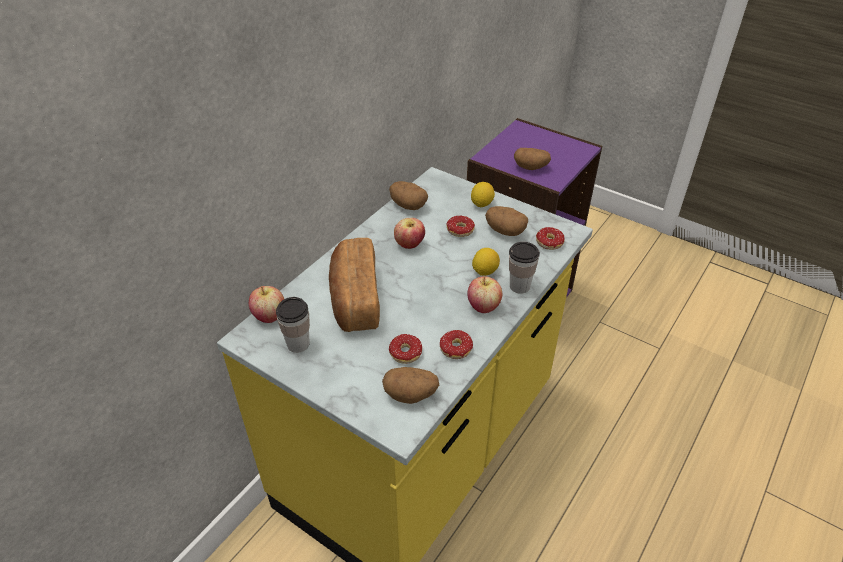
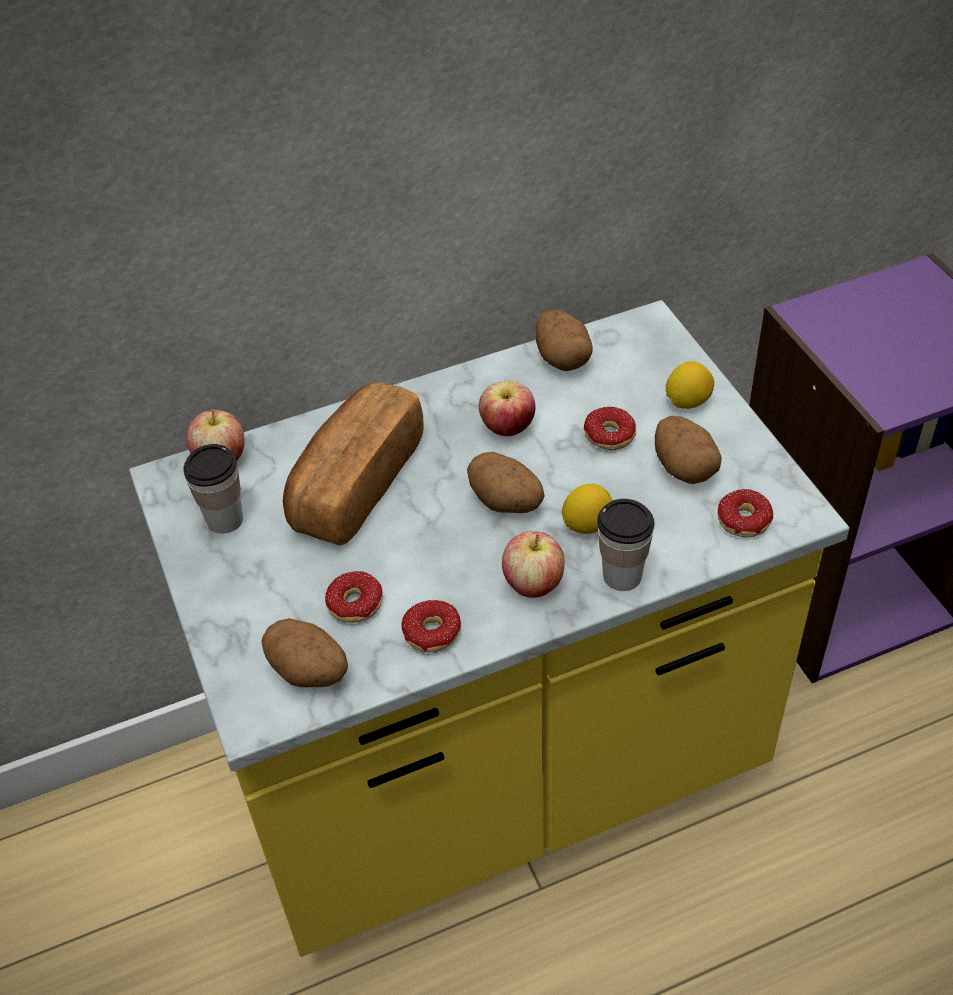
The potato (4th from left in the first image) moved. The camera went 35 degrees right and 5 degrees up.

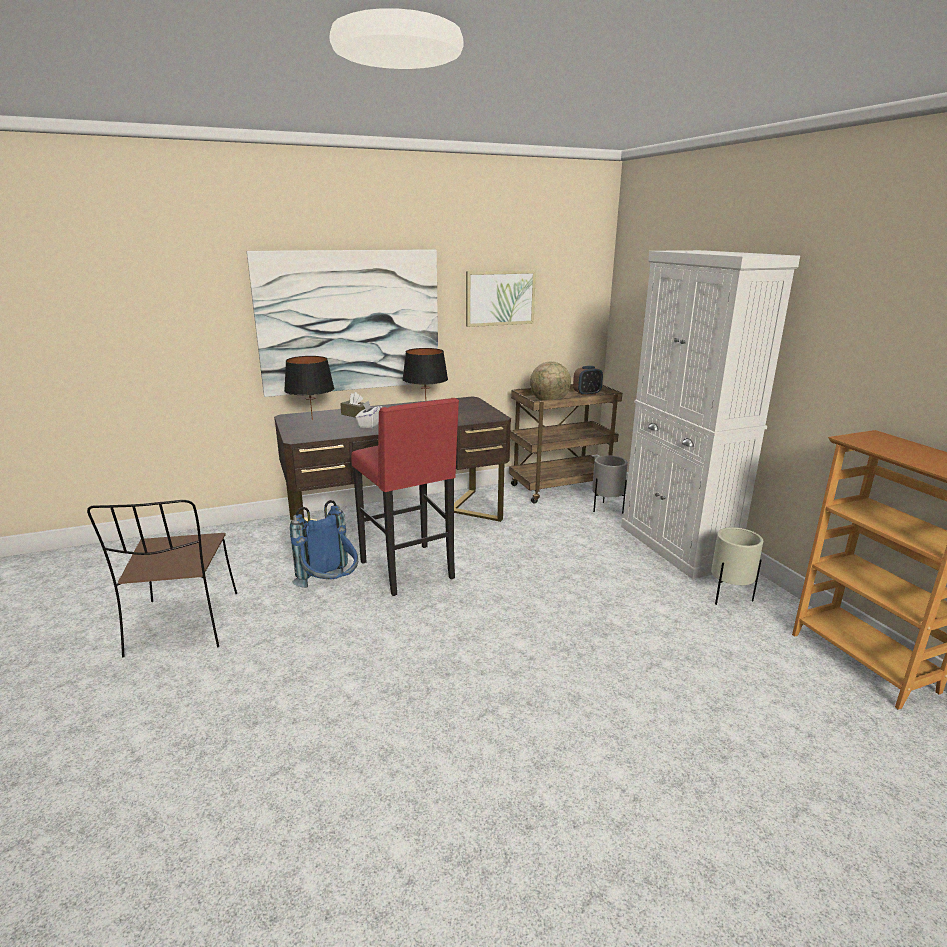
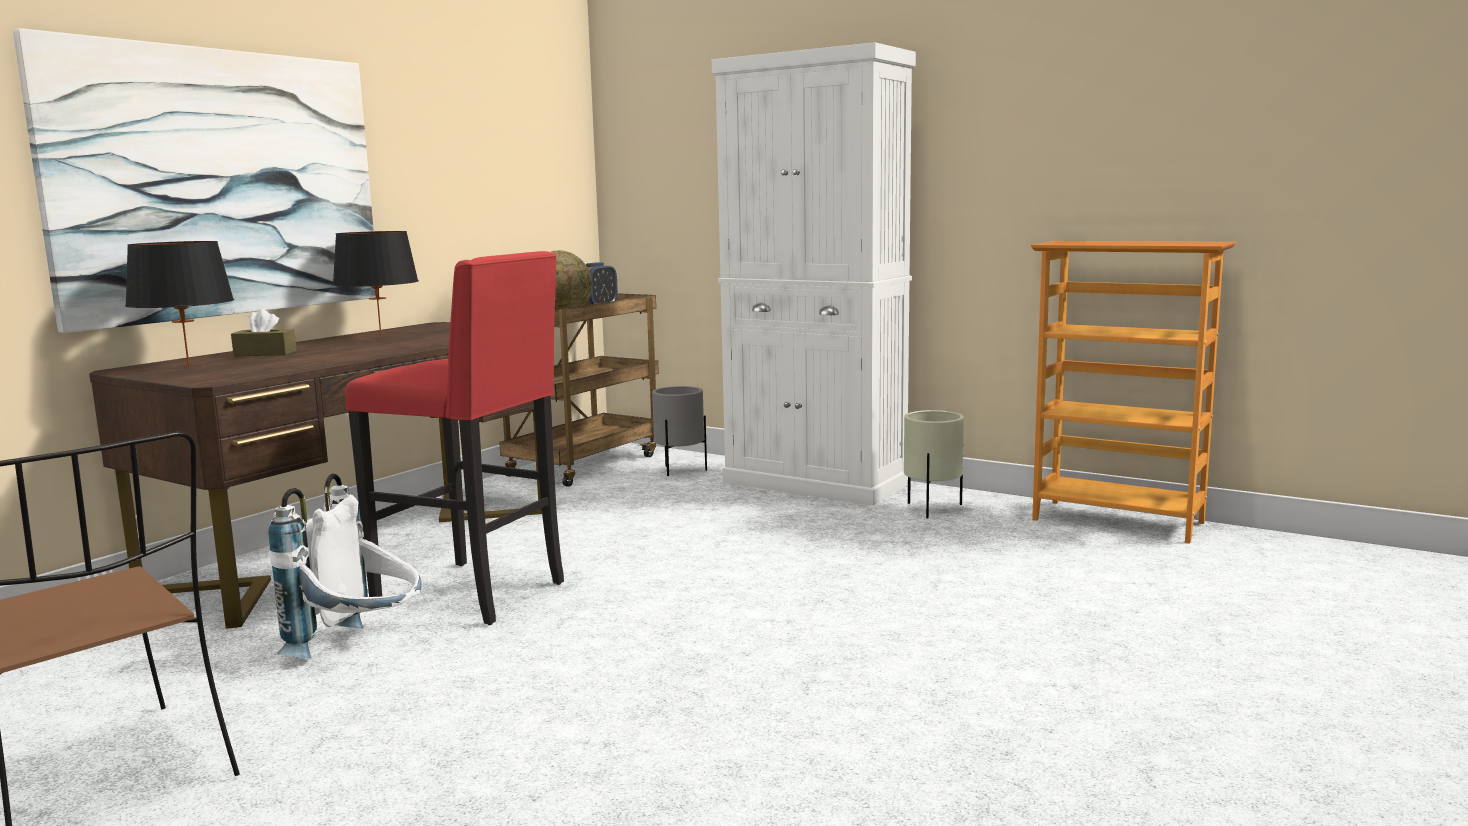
The backpack/blue became the backpack/white. The tissue box/white disappeared. The picture (2nd from left) disappeared. The camera went 35 degrees left and 10 degrees down.

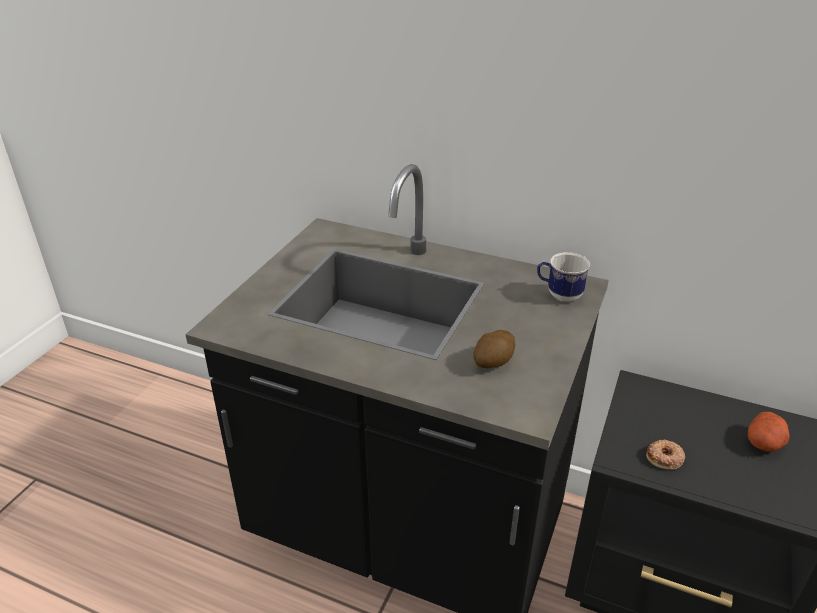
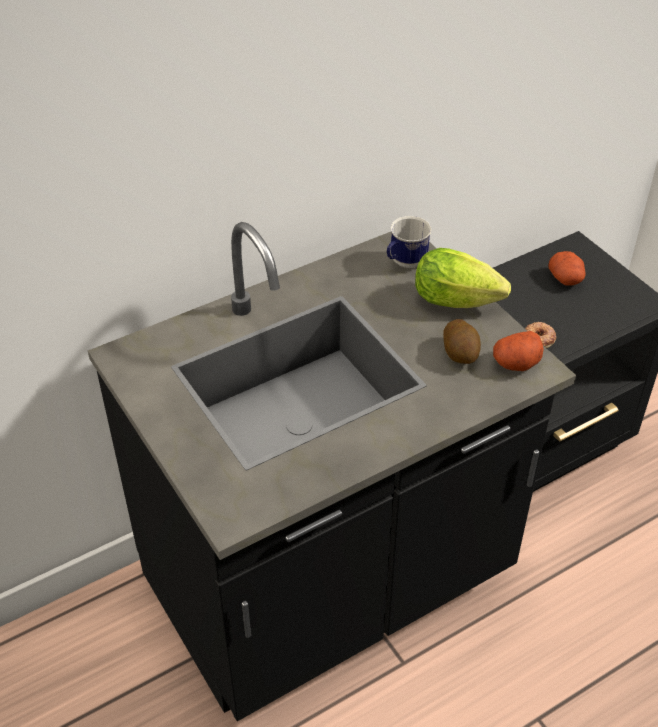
The lettuce appeared. The potato (2nd from left) appeared. The camera went 55 degrees left and 10 degrees up.

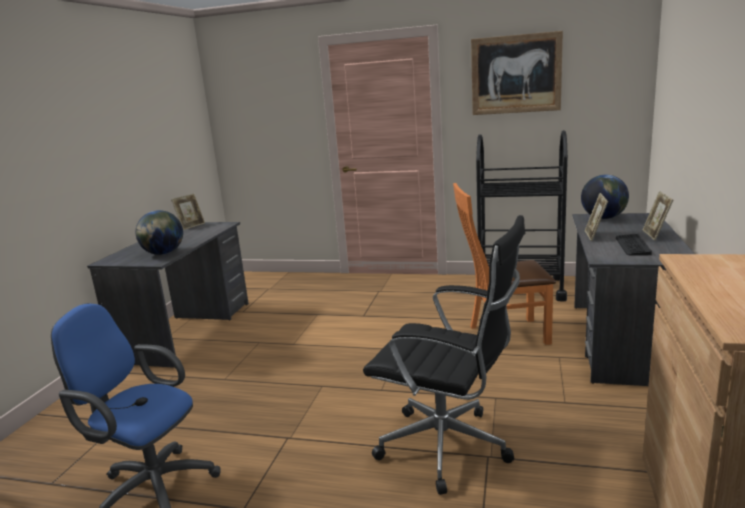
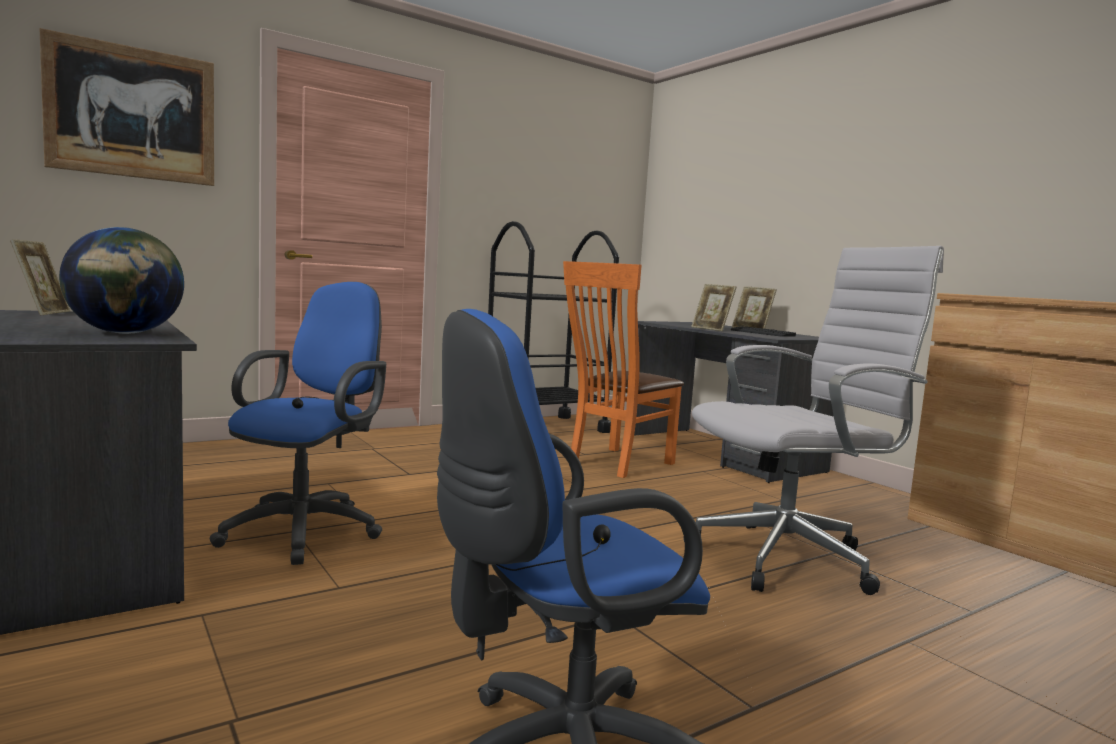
The office chair/black became the office chair/white. The picture moved. The globe (2nd from left) disappeared. The office chair/blue (1st from left) appeared. The camera went 50 degrees left and 10 degrees down.

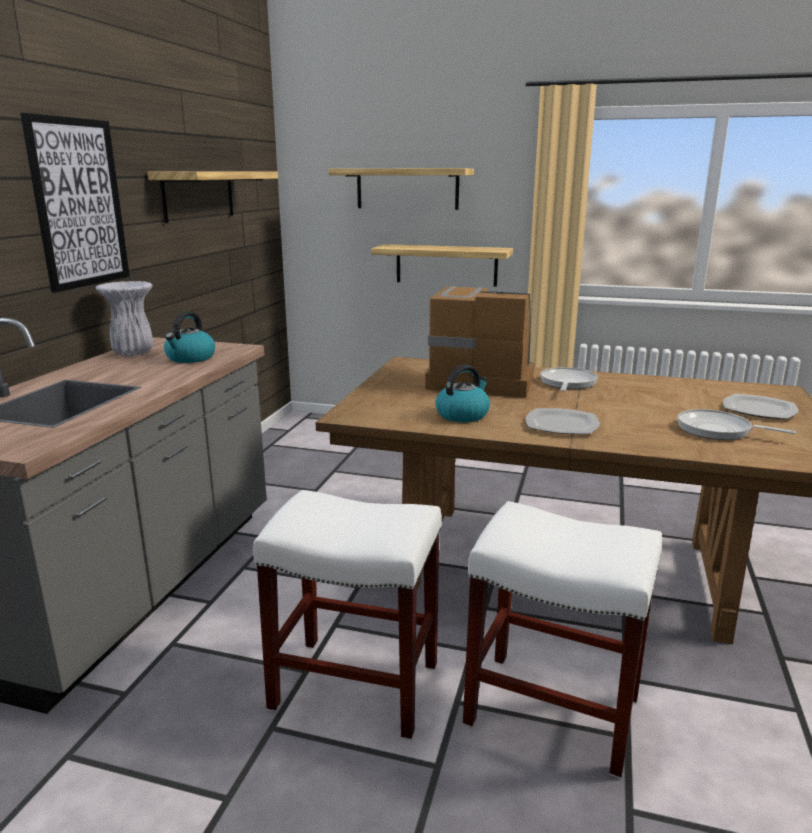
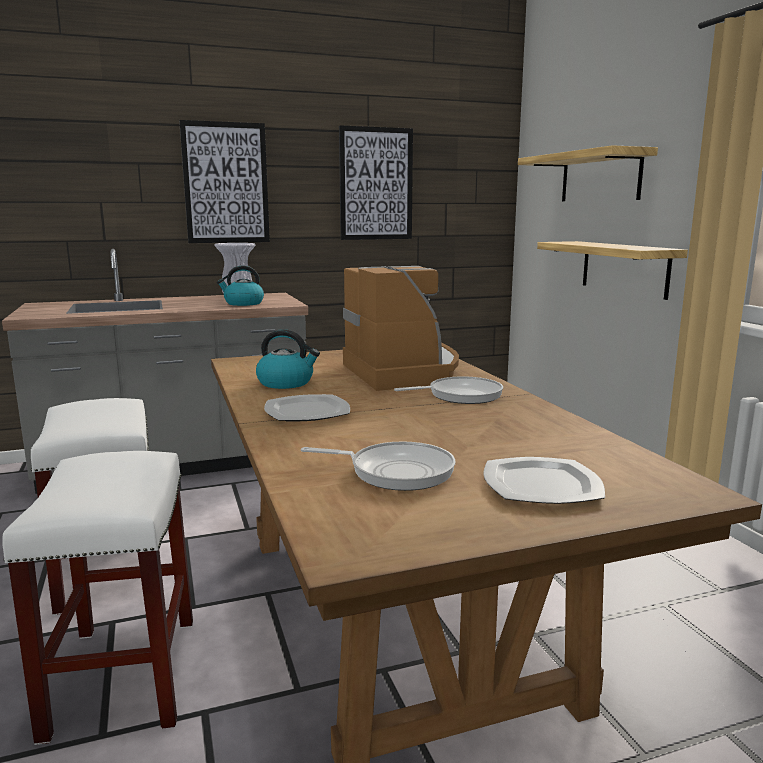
The shelf (1st from left) was replaced by the picture (2nd from left). The frying pan (2nd from left in the first image) turned 105 degrees clockwise. The camera went 55 degrees right and 5 degrees down.

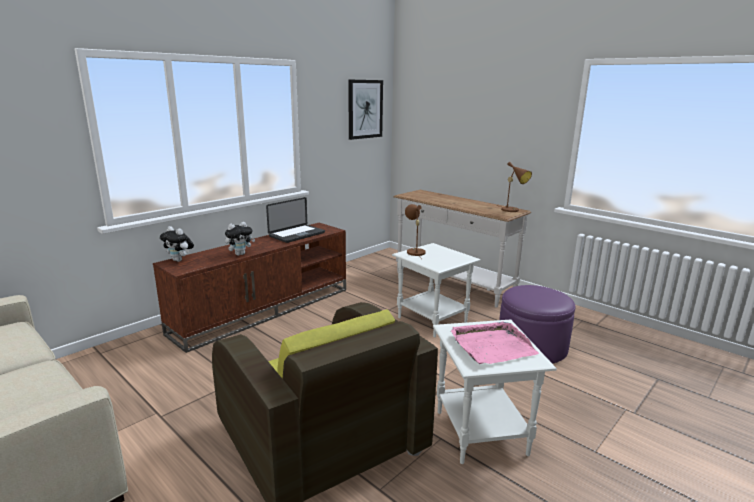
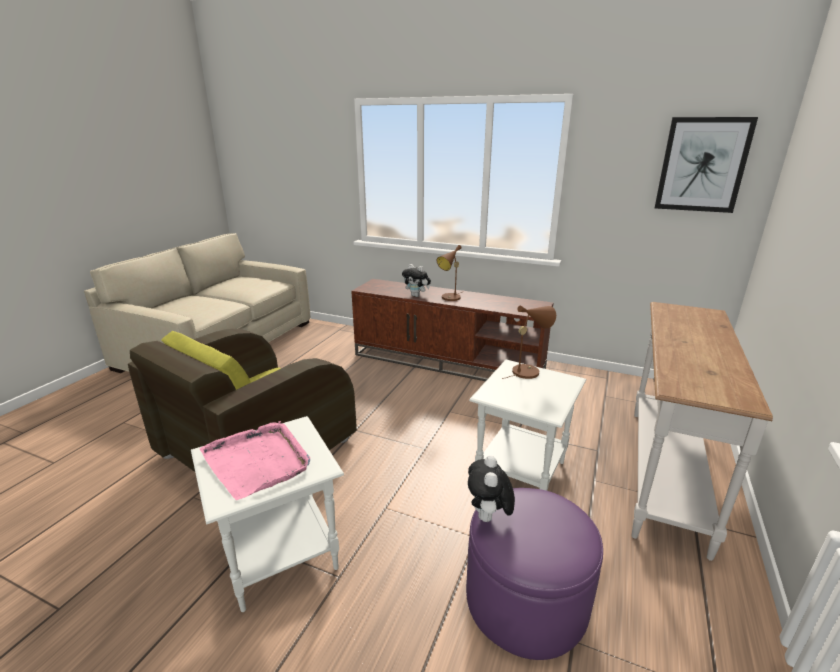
The plush toy (1st from left in the first image) moved. The laptop disappeared. The table lamp/brown (2nd from left in the first image) moved. The camera went 70 degrees right and 5 degrees up.

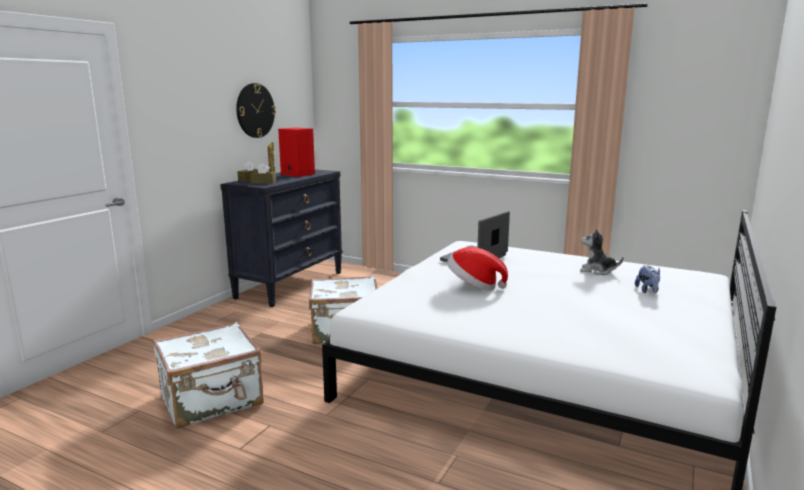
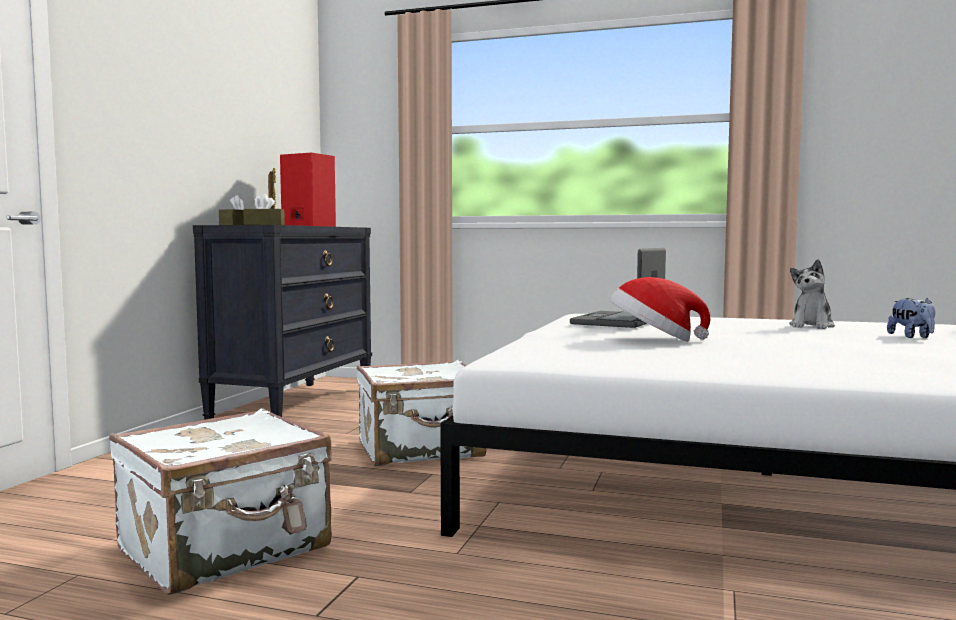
The wall clock disappeared. The plush toy (1st from left) turned 75 degrees counterclockwise. The camera went 10 degrees left and 10 degrees down.

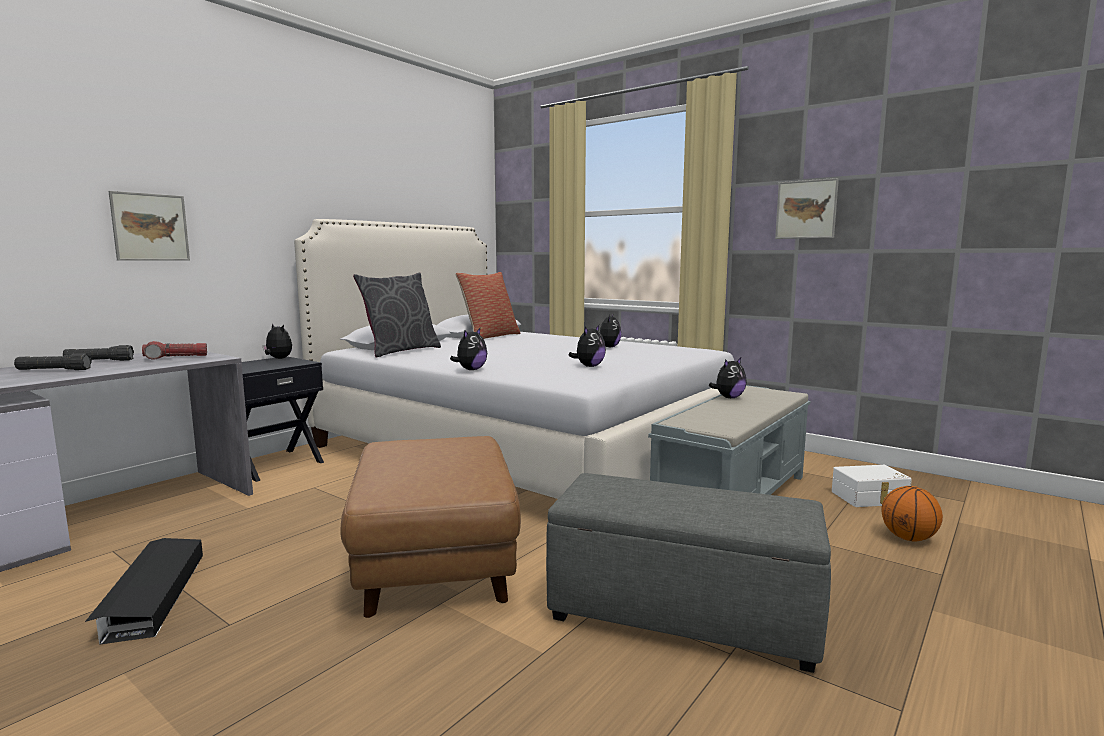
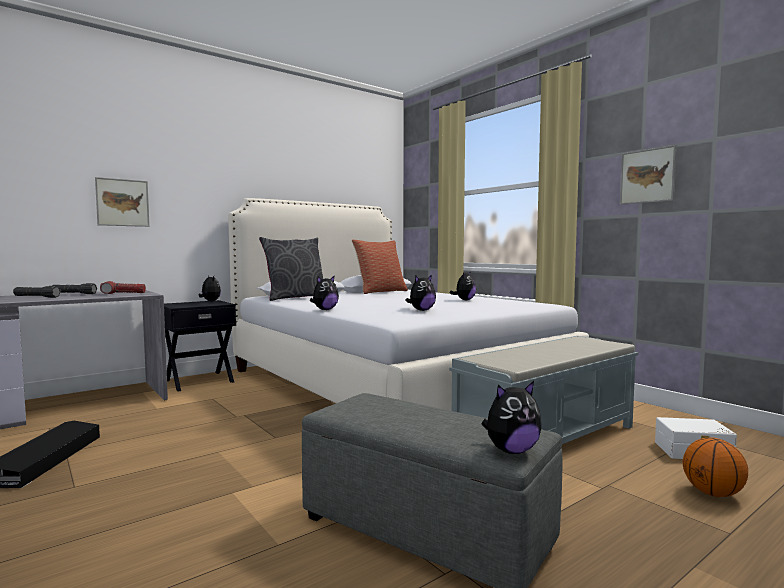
The ottoman/brown disappeared. The plush toy (5th from left) moved. The camera went 15 degrees right and 5 degrees down.

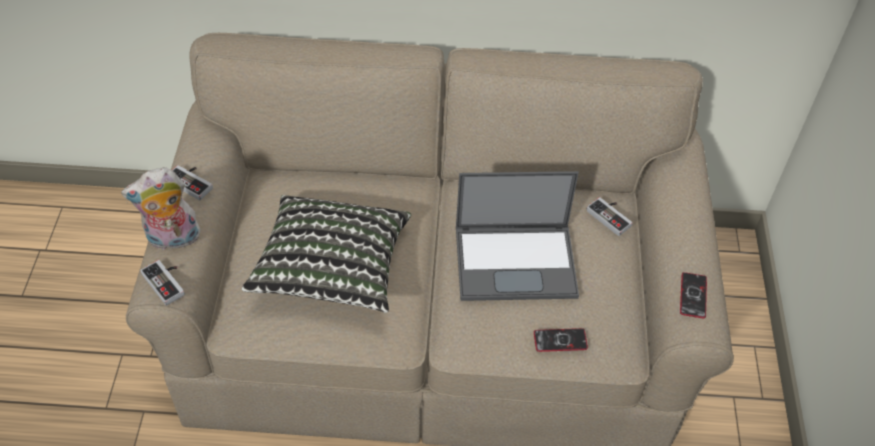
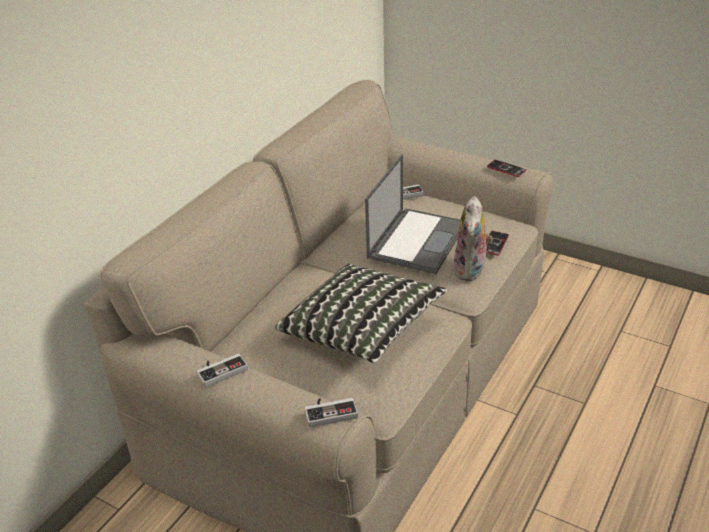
The plush toy moved. The camera went 60 degrees left and 15 degrees down.

